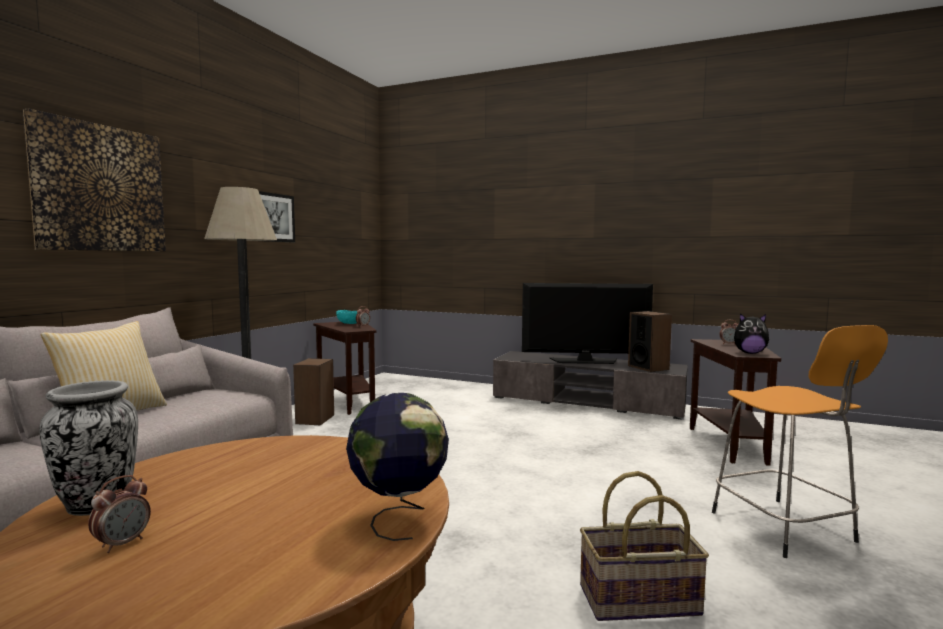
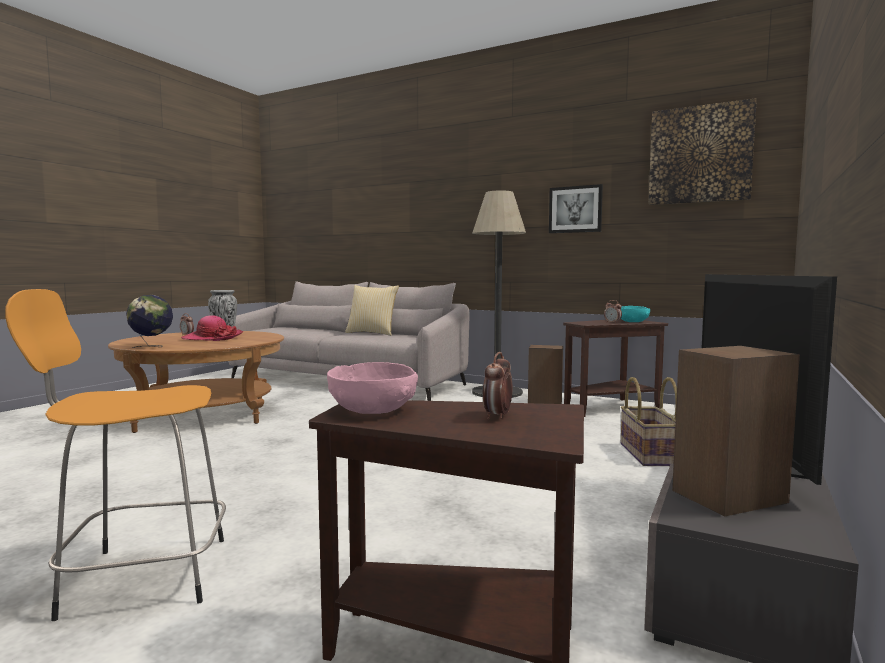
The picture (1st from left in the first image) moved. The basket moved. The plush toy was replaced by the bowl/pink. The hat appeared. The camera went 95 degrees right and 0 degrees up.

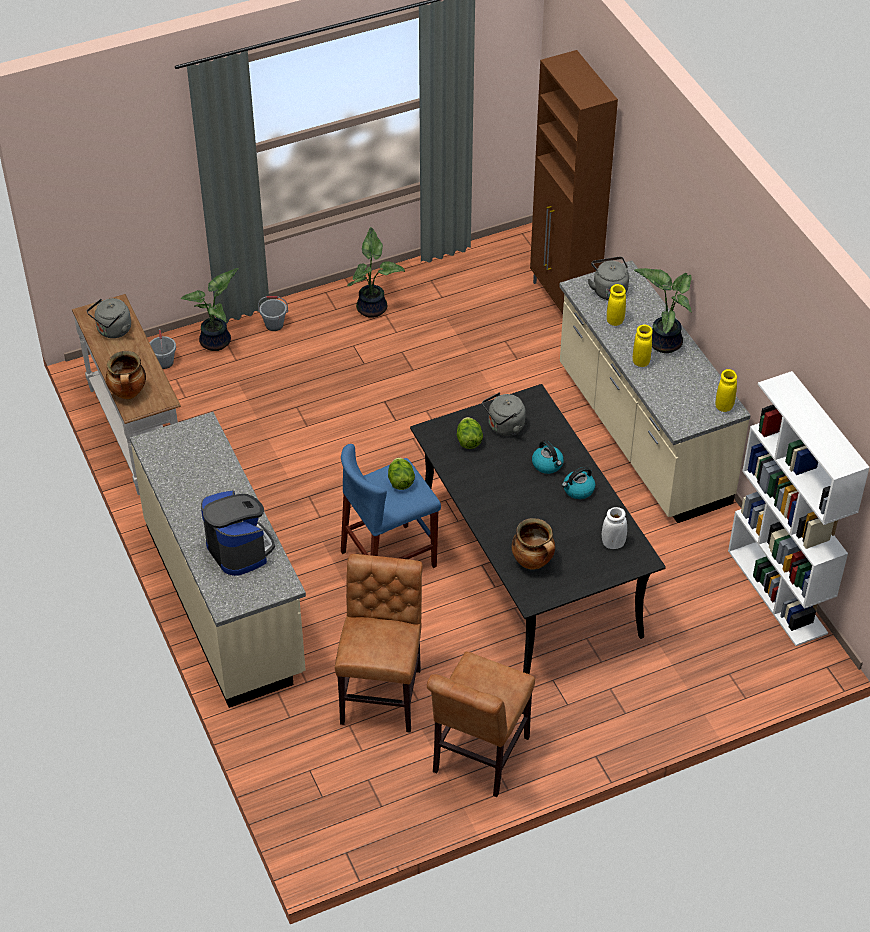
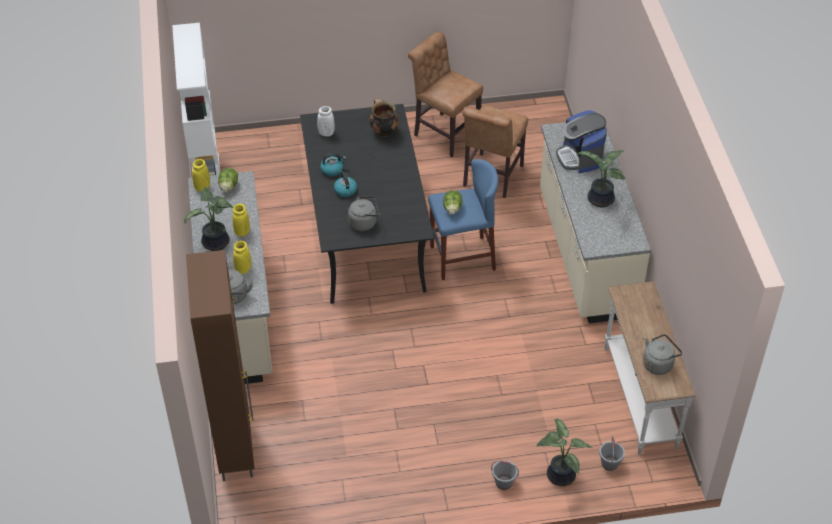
The cooking pot (1st from left) disappeared. The potted plant (2nd from left in the first image) moved. The chair/brown (2nd from left in the first image) turned 90 degrees counterclockwise. The lettuce (2nd from left in the first image) moved. The camera went 165 degrees left and 0 degrees up.

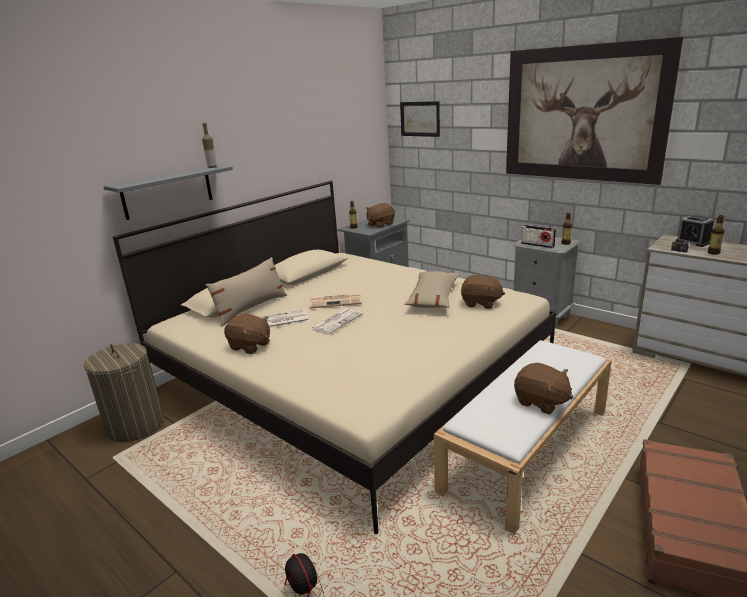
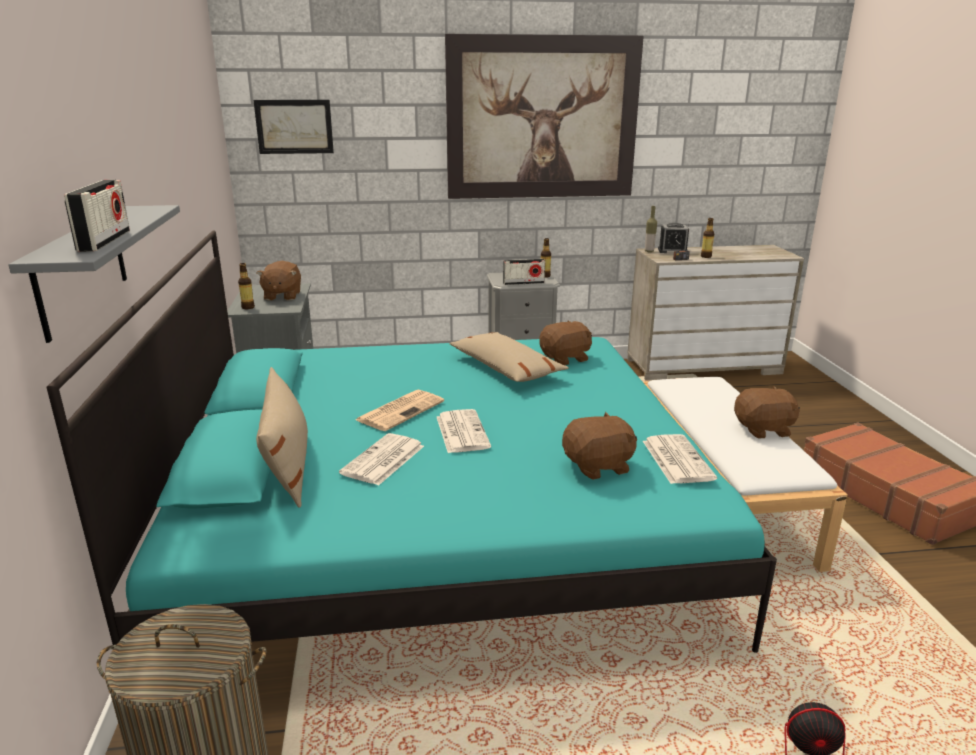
The bed/beige became the bed/turquoise. The bottle (1st from left in the first image) moved. The plush toy/brown (1st from left in the first image) moved. The radio (1st from left) appeared. The newspaper (4th from left) appeared. The camera went 50 degrees left and 0 degrees up.

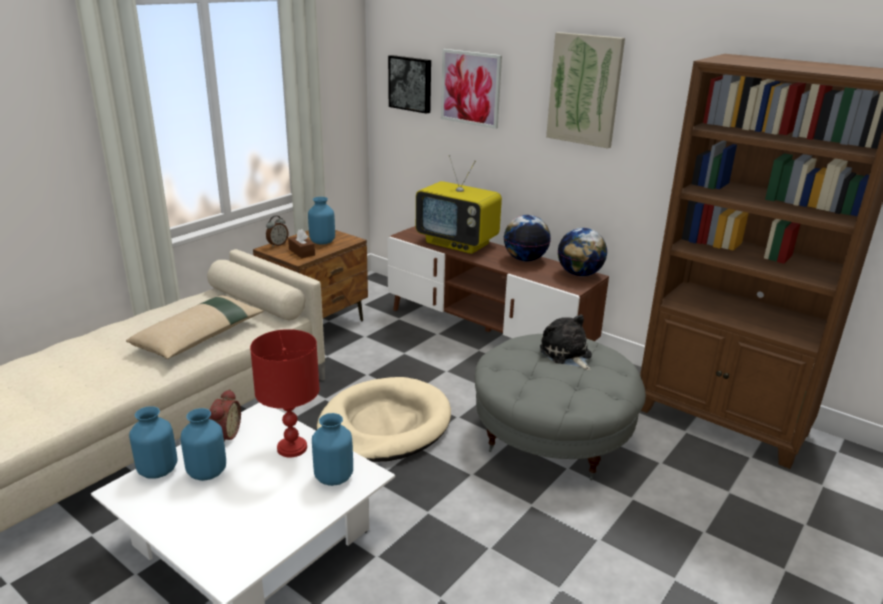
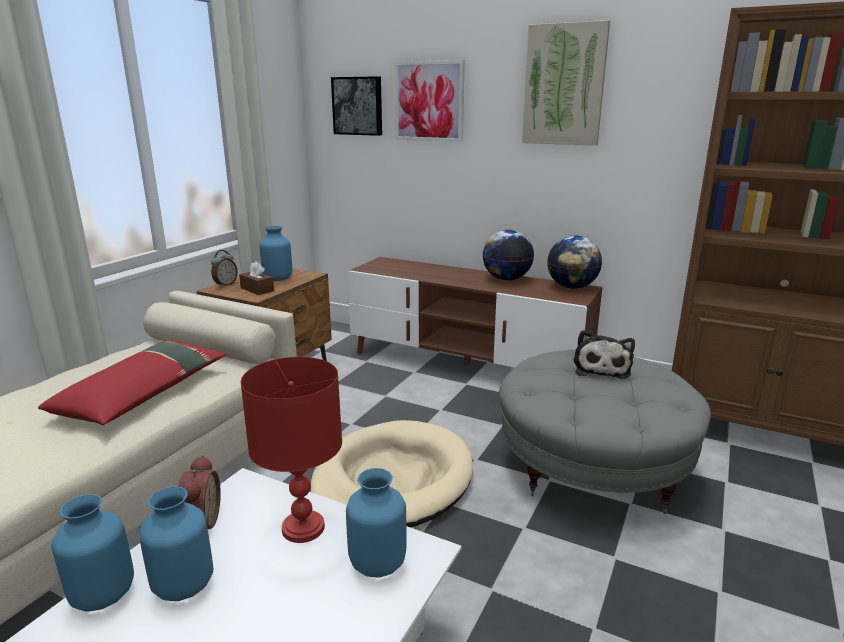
The pillow/beige became the pillow/red. The television disappeared. The plush toy turned 135 degrees counterclockwise. The camera went 10 degrees left and 5 degrees down.

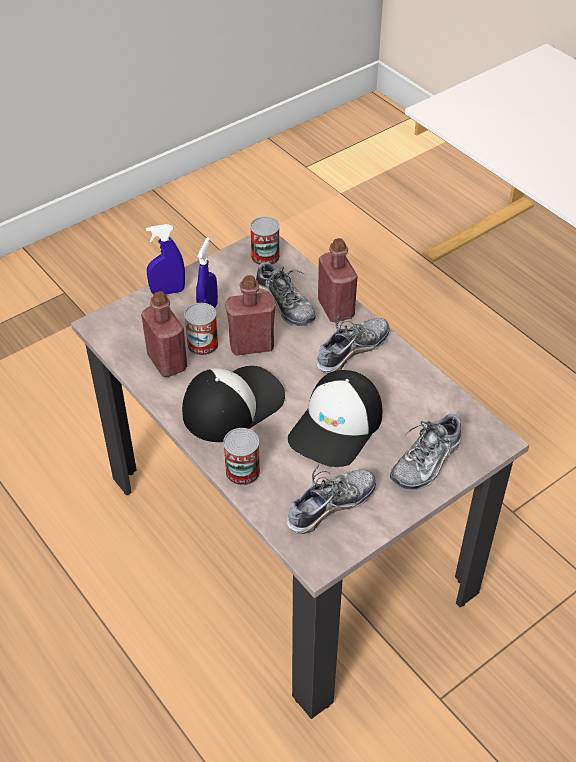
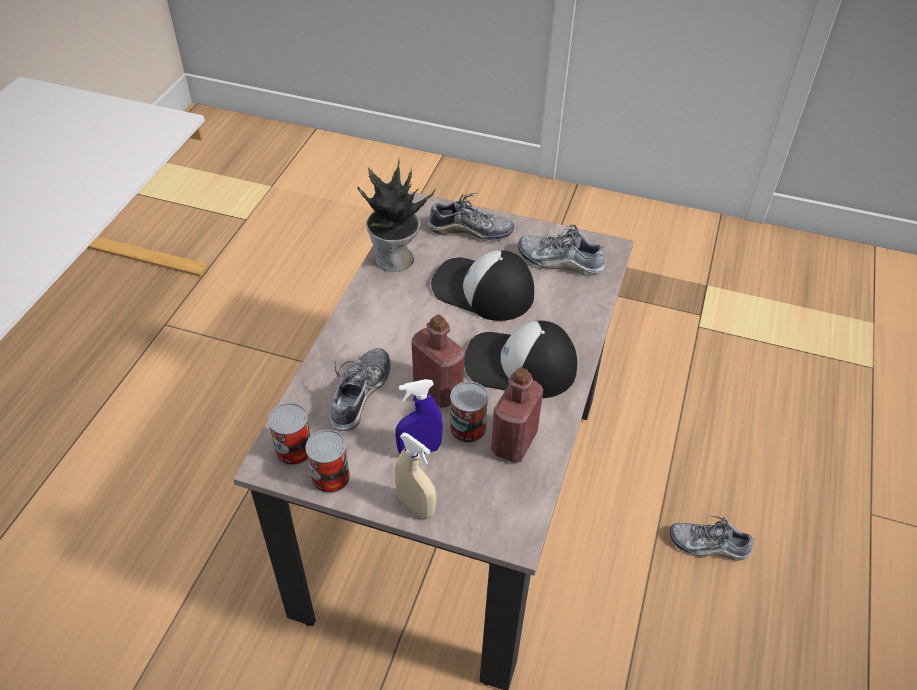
The spray bottle/blue (1st from left) became the spray bottle/beige. The can (2nd from left) moved. The cap (2nd from left in the first image) turned 150 degrees counterclockwise. The shoe (3rd from left in the first image) moved. The bottle/red (3rd from left) disappeared. The potted plant appeared. The camera went 125 degrees left and 0 degrees up.

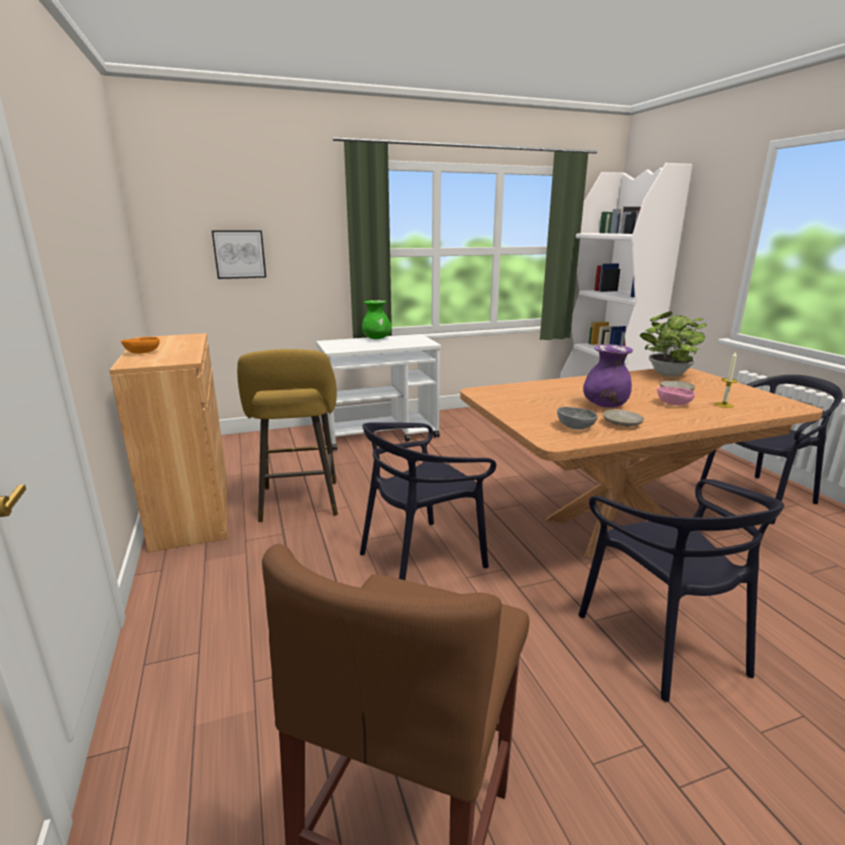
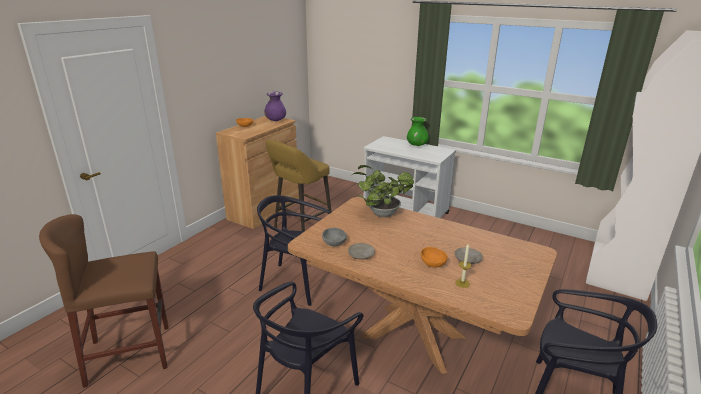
The picture disappeared. The vase/purple moved. The potted plant moved. The bowl/pink became the bowl/orange (2nd from left). The camera went 50 degrees right and 5 degrees up.

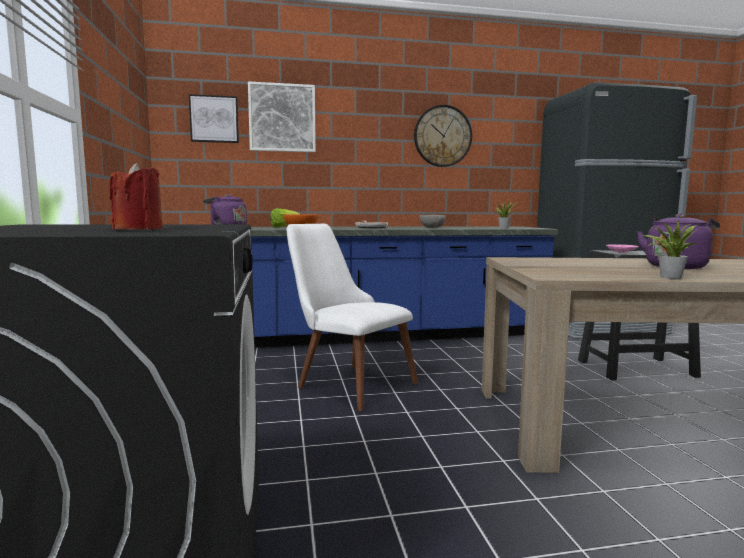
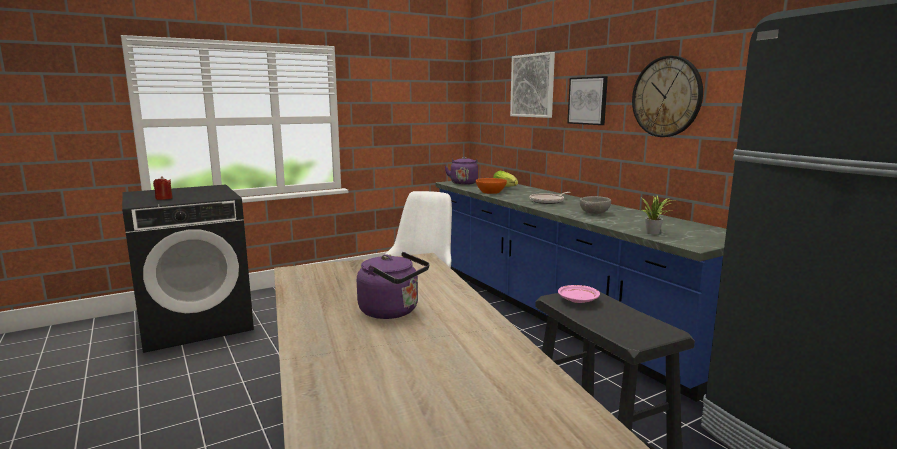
The picture (1st from left in the first image) moved. The potted plant (2nd from left) disappeared. The camera went 70 degrees right and 5 degrees up.

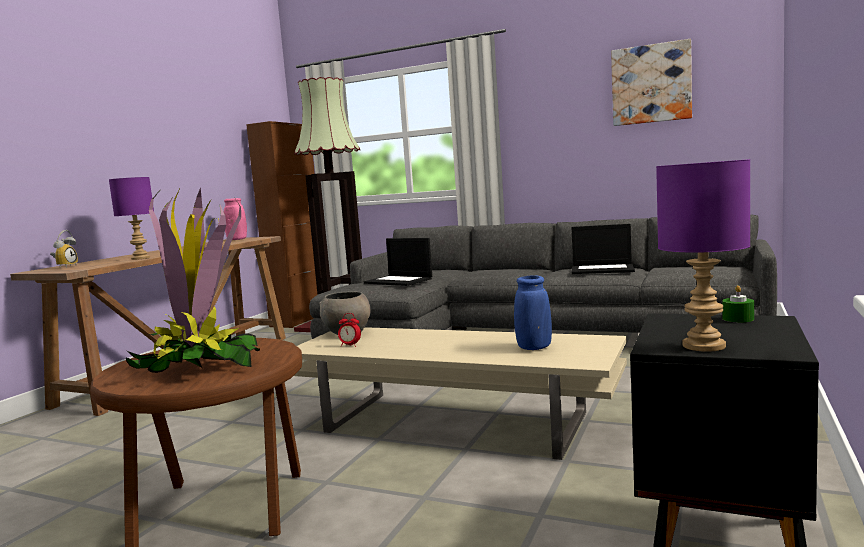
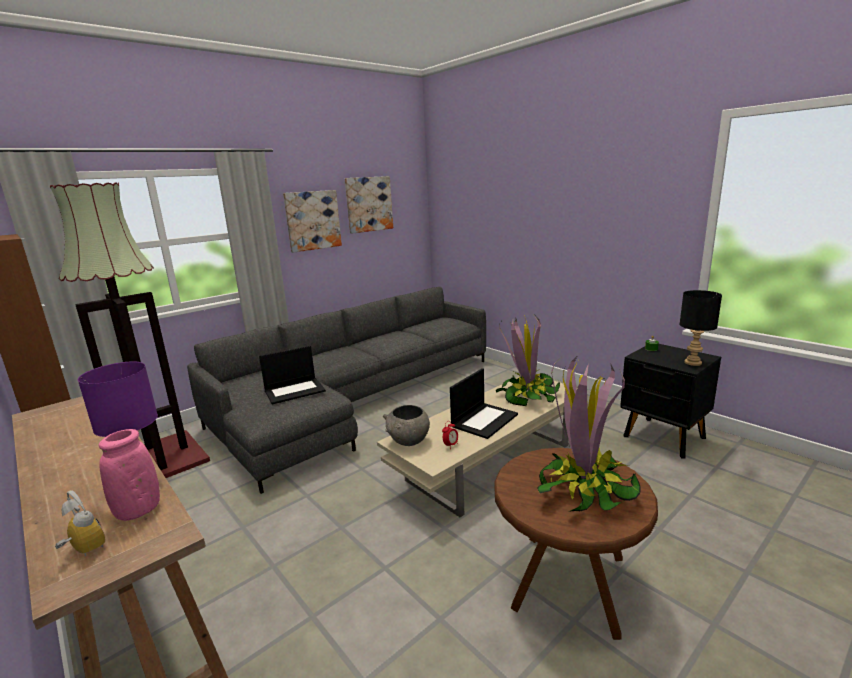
The vase/pink moved. The vase/blue was replaced by the potted plant (1st from left). The laptop (2nd from left) moved. The table lamp/purple (2nd from left) became the table lamp/black. The picture (1st from left) appeared. The camera went 65 degrees left and 10 degrees up.

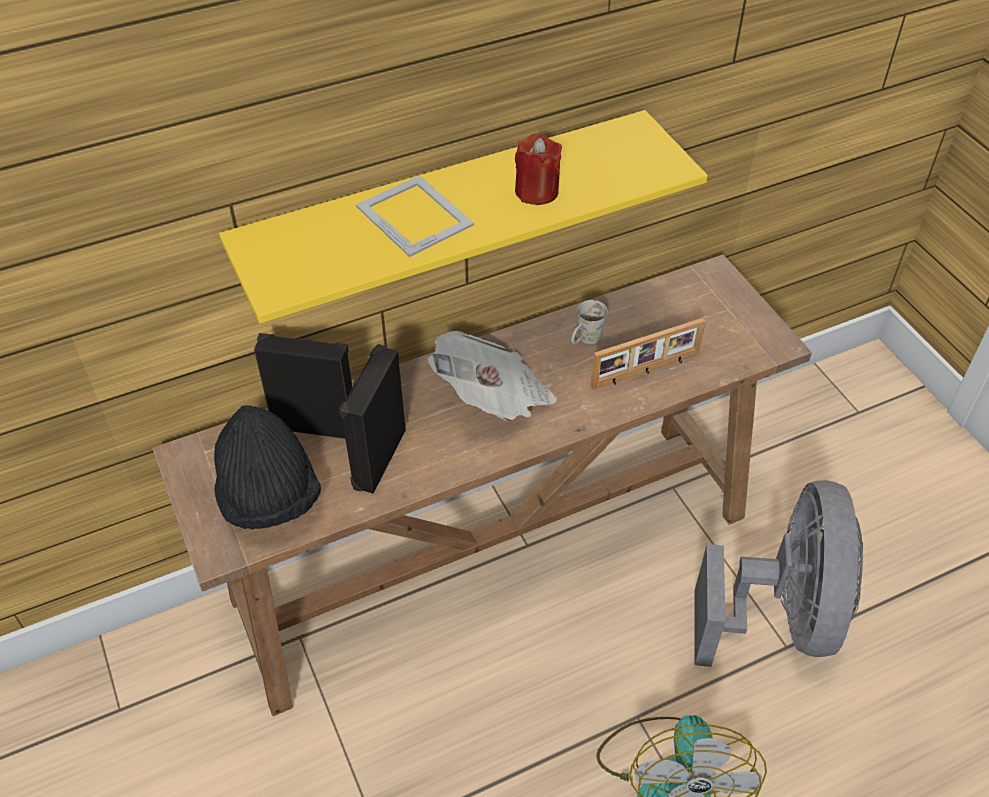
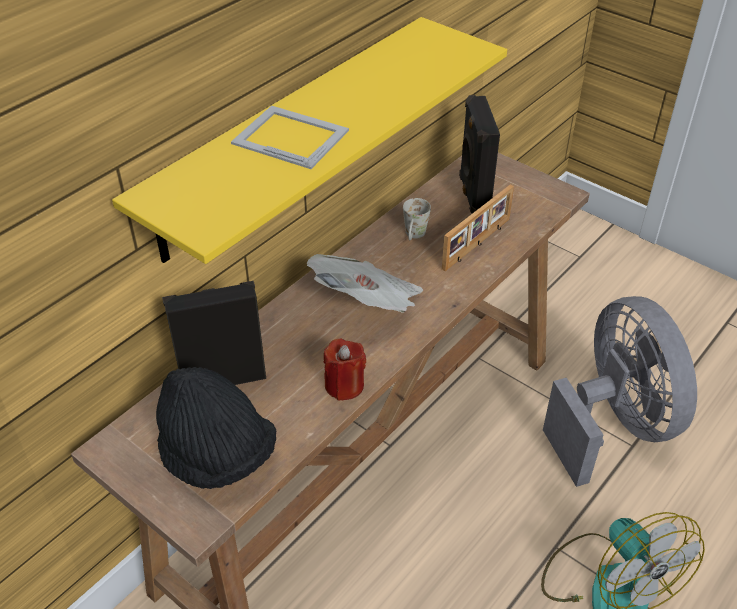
The speaker/black (2nd from left) moved. The candle/red moved. The camera went 25 degrees left and 5 degrees down.

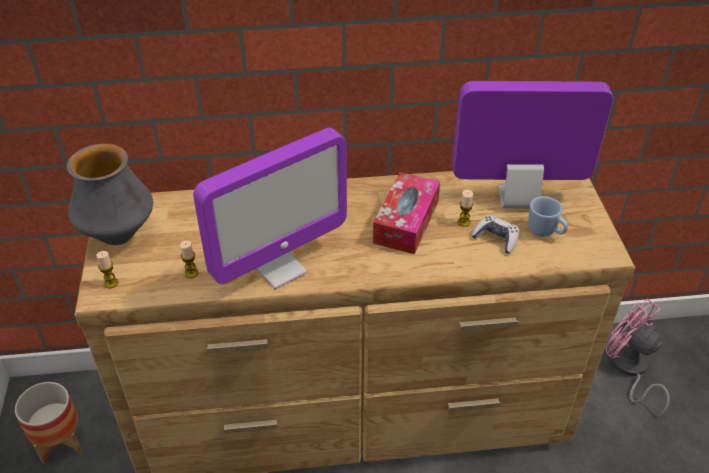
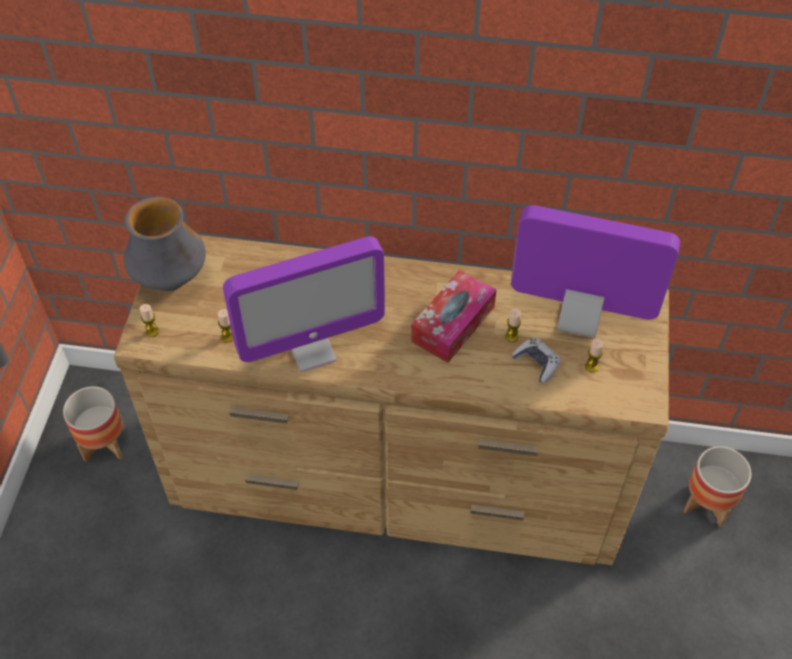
The mug/blue was replaced by the candle (4th from left). The fan/pink was replaced by the planter (2nd from left). The camera went 15 degrees right and 10 degrees up.

